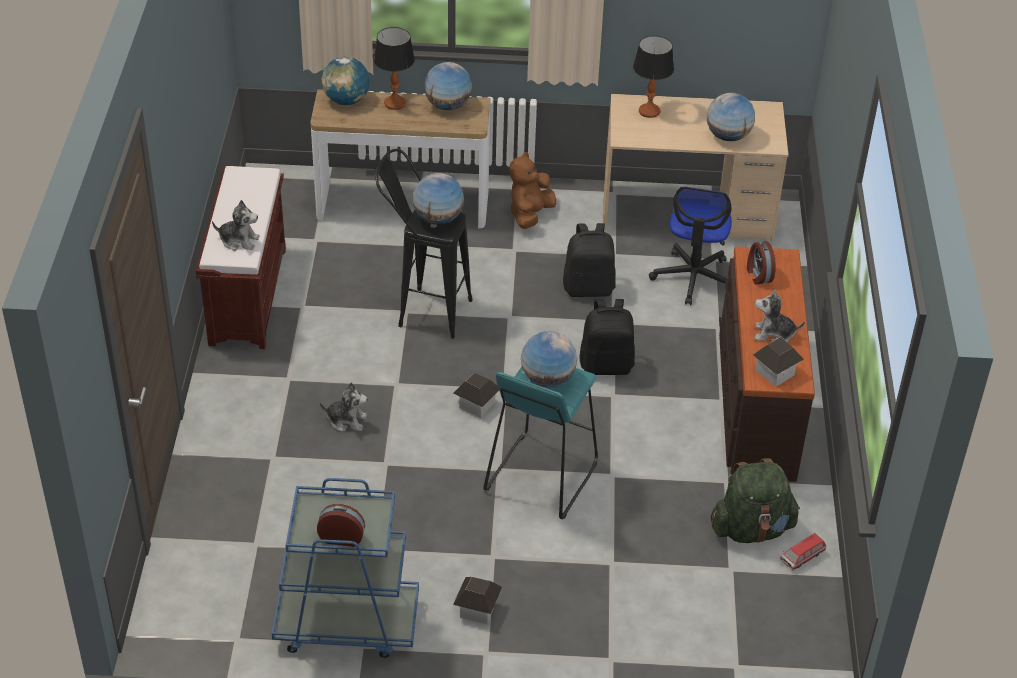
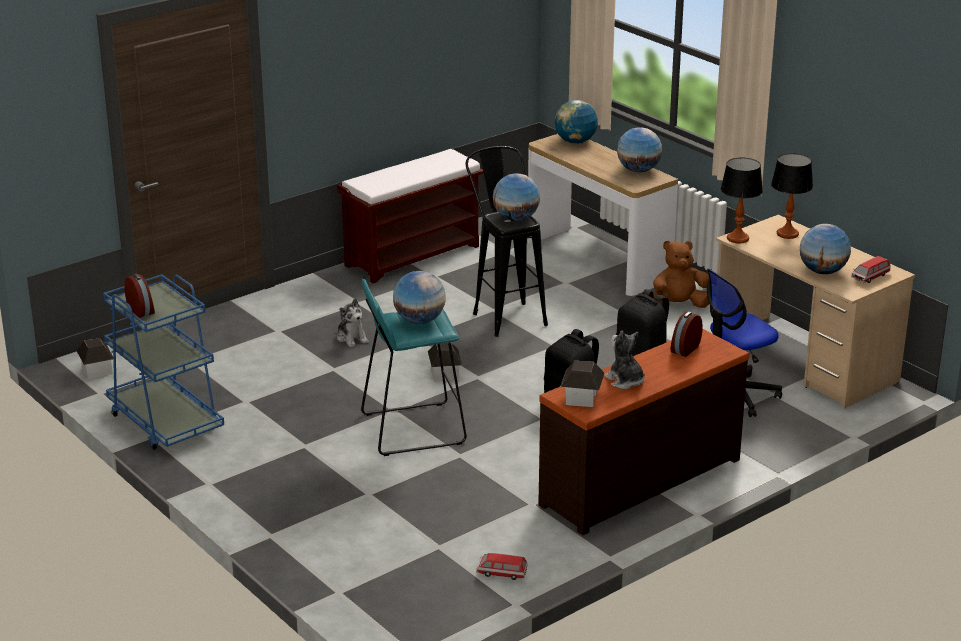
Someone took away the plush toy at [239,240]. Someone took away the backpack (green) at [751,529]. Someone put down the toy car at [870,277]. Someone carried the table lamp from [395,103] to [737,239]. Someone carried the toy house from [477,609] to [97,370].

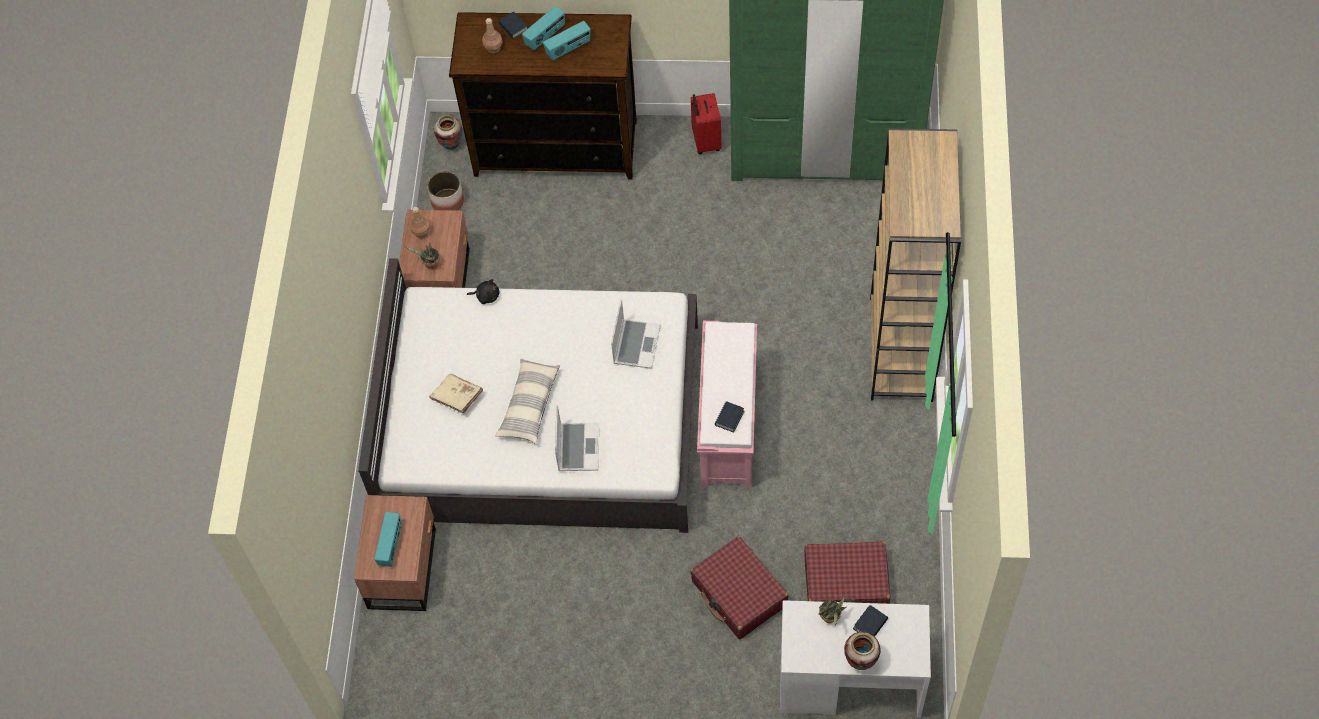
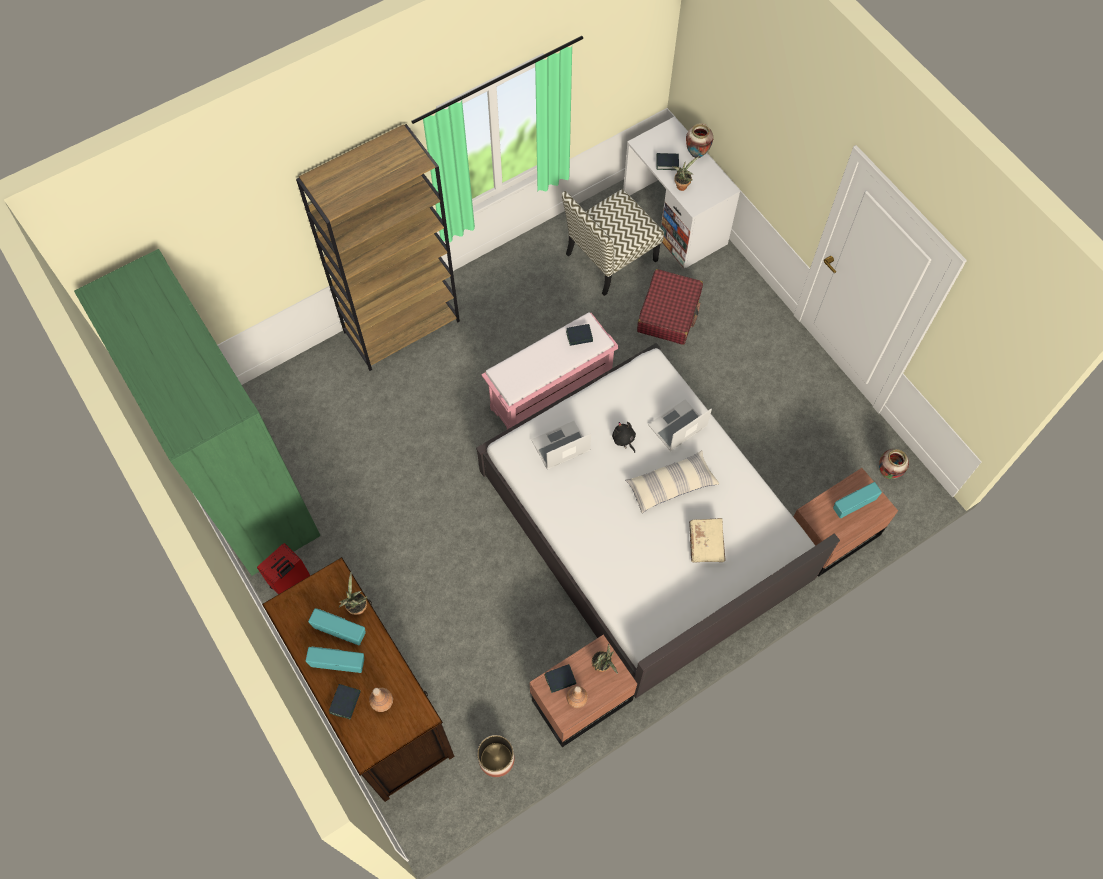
Someone put down the potted plant at [357,606]. Someone put down the book at [560,679]. Someone carried the vase from [451,146] to [887,473]. Someone carried the plush toy (black) from [486,296] to [624,439]. Someone swapped the suitcase (red) at [846,582] for the chair at [610,258].

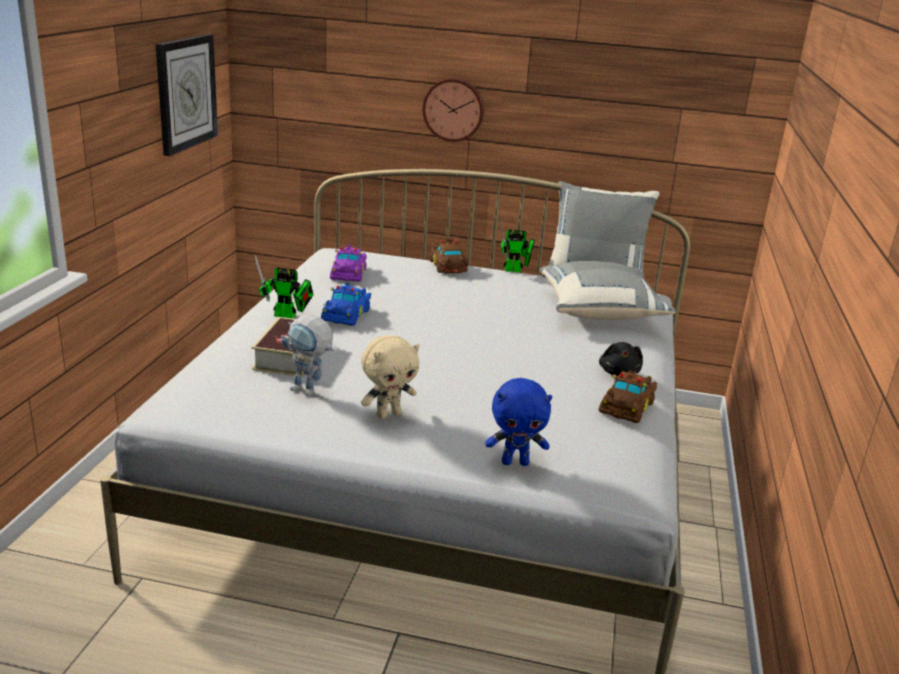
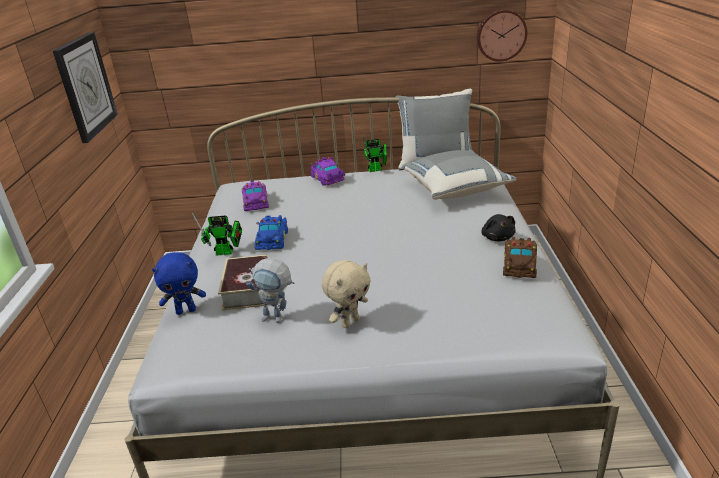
Someone carried the wall clock from [454,109] to [501,35]. Someone carried the plush toy (blue) from [515,462] to [186,310]. Someone repainted the toy car (brown) at [447,267], which became the toy car (purple) at [327,179].

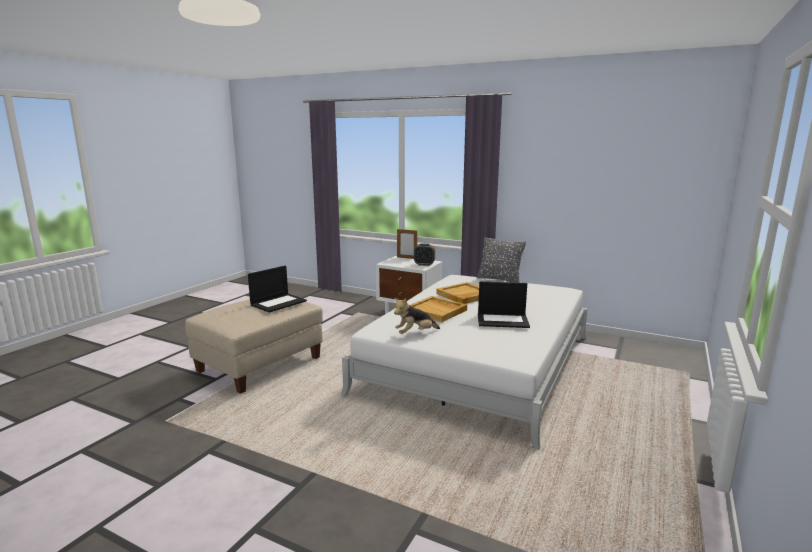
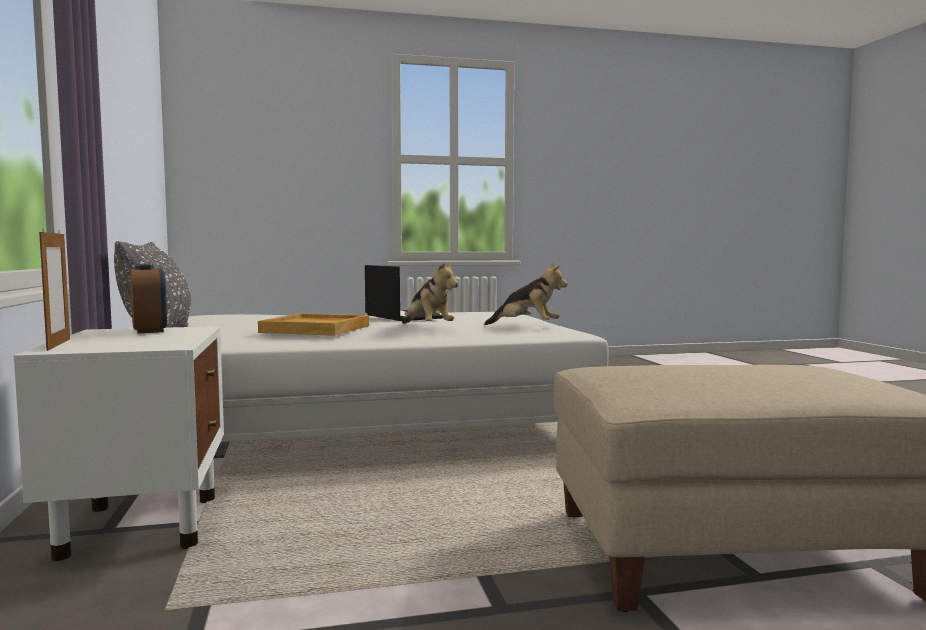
Someone took away the laptop at [278,303]. Someone swapped the tray (beige) at [437,311] for the plush toy at [427,327].

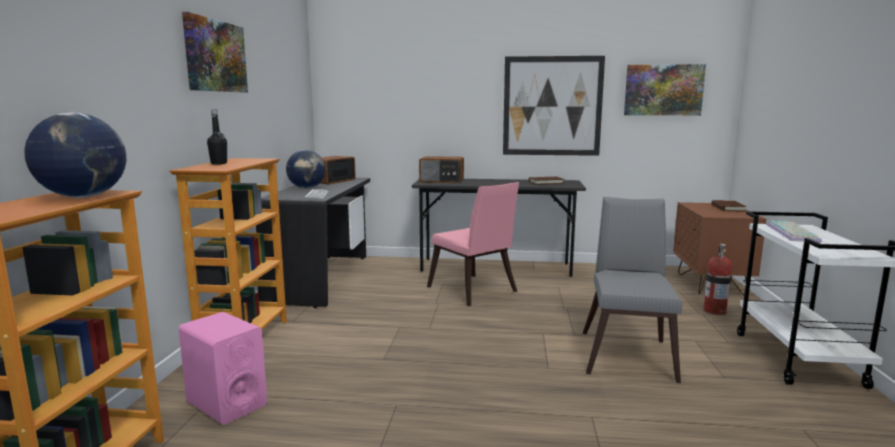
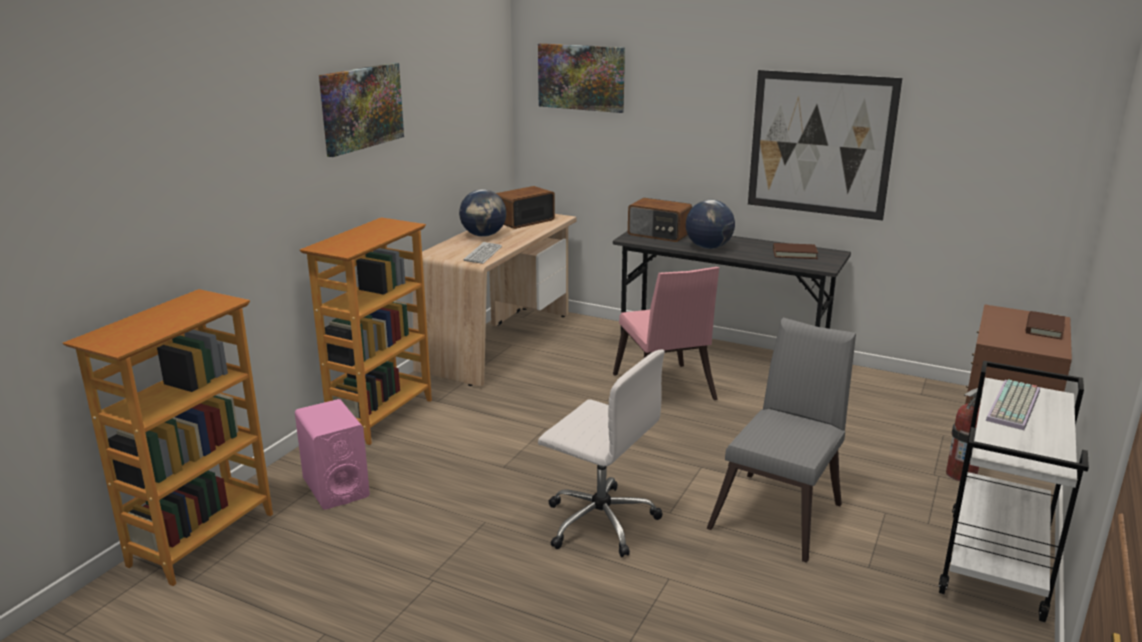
Someone took away the bottle (black) at [219,163]. Someone put down the office chair (white) at [599,521]. Someone carried the globe from [84,197] to [709,247]. Someone carried the picture from [663,90] to [581,77]. Someone repainted the desk (black) at [323,278], which became the desk (beige) at [500,343].

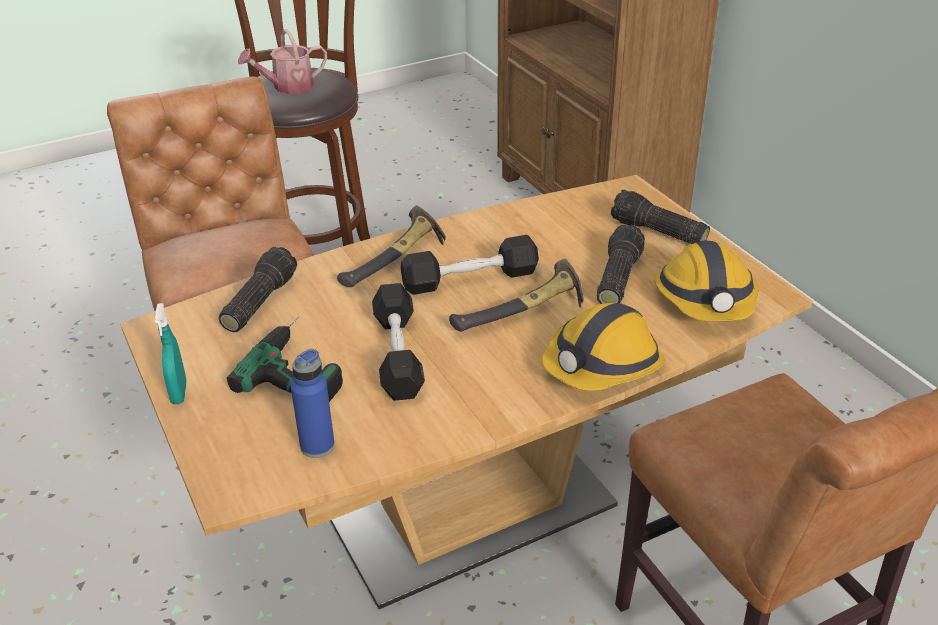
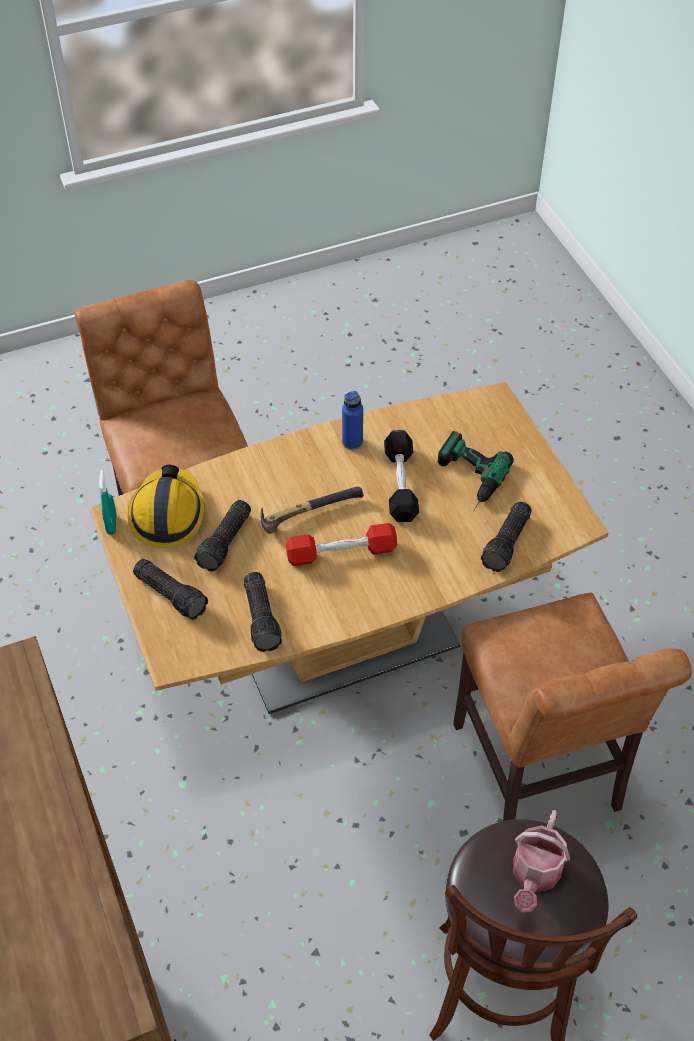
Someone took away the hammer at [397,260]. Someone took away the hard hat at [602,365]. Someone put down the flashlight at [263,618]. Someone carried the spray bottle (turquoise) from [179,393] to [112,525]. Someone carried the bottle (blue) from [317,446] to [352,442]. Someone repainted the dumbbell (black) at [470,279], which became the dumbbell (red) at [341,553]. Someone rotated the watering can at [287,87] by 135 degrees clockwise.

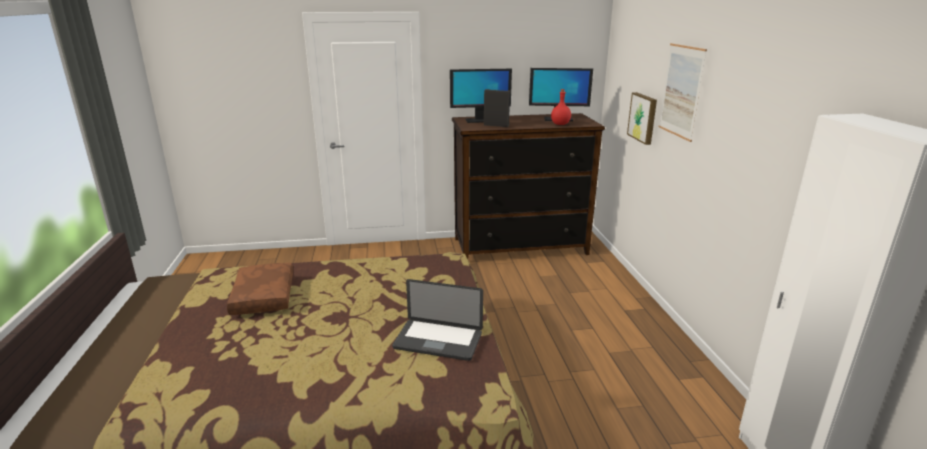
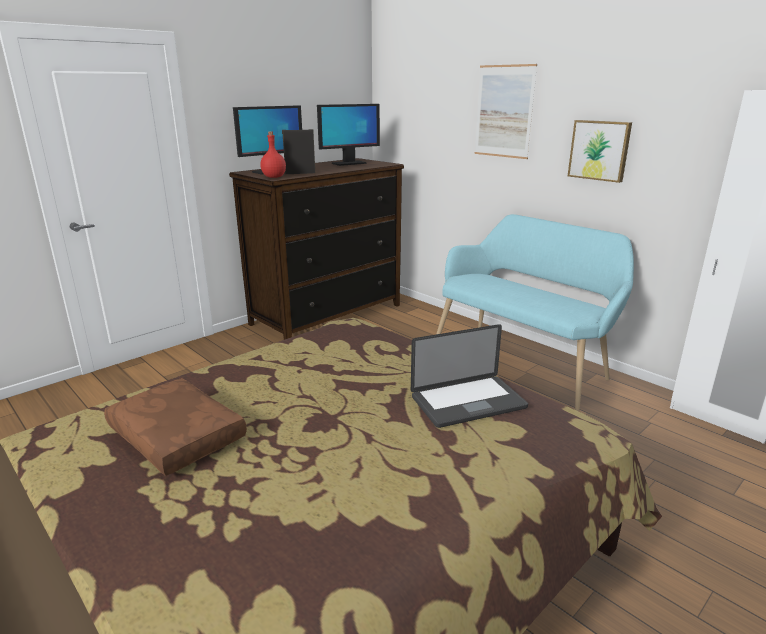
Someone put down the bench (turquoise) at [523,362]. Someone carried the bottle (red) from [560,124] to [273,177]. Someone carried the picture from [643,117] to [599,150].

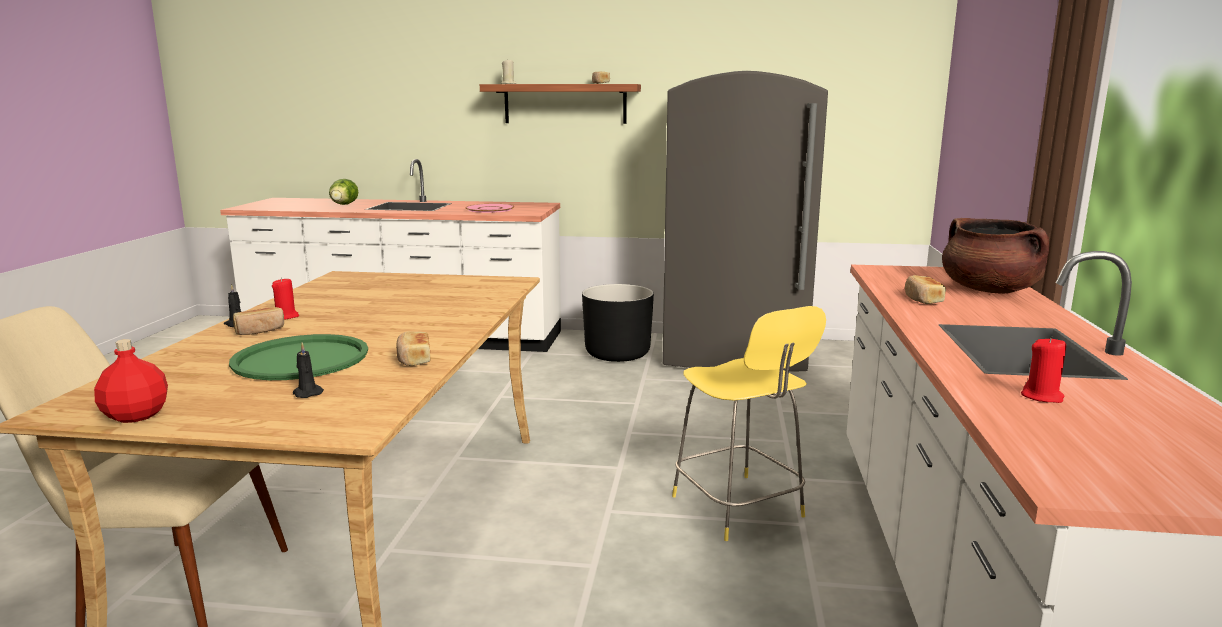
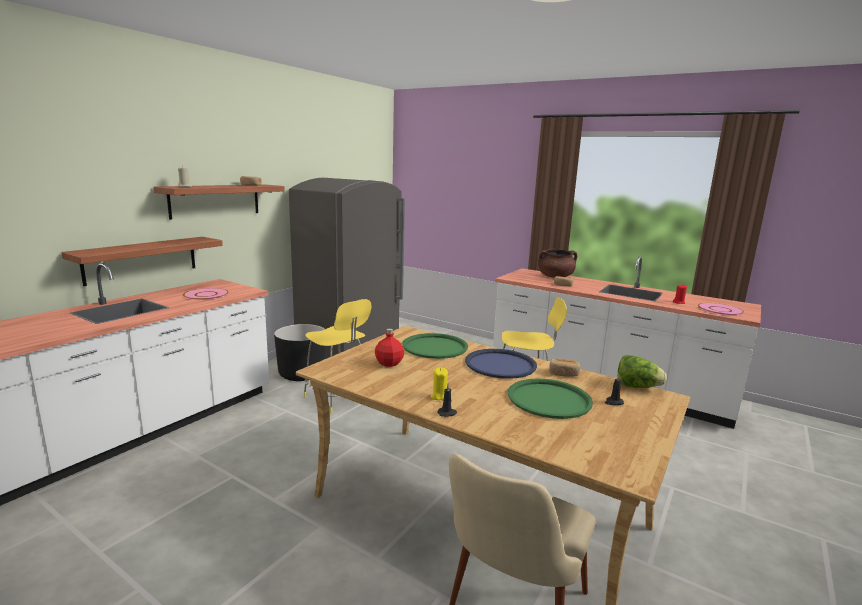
Someone took away the bread at [260,330]. Someone put up the shelf at [141,260]. Someone put down the stool (yellow) at [337,399]. Someone put down the tray (green) at [435,347]. Someone put down the tray (blue) at [500,364]. Someone put down the plate (pink) at [720,310]. Someone carried the bottle (red) from [136,416] to [389,363]. Someone carried the lettuce from [343,205] to [637,387]. Someone repainted the candle (red) at [286,317], which became the candle (yellow) at [439,396].

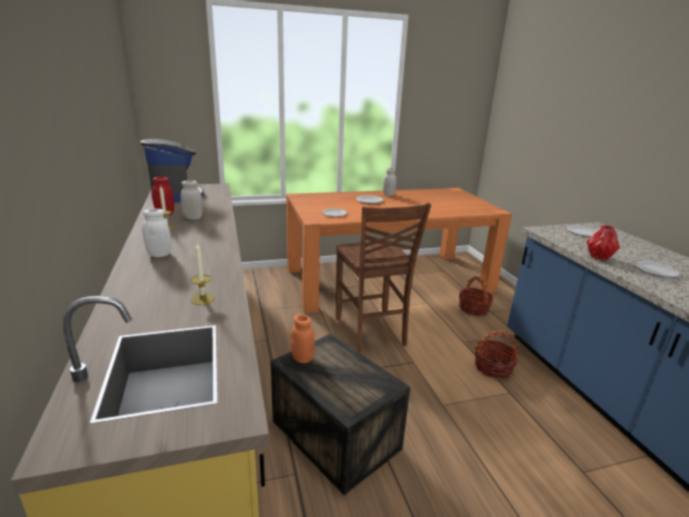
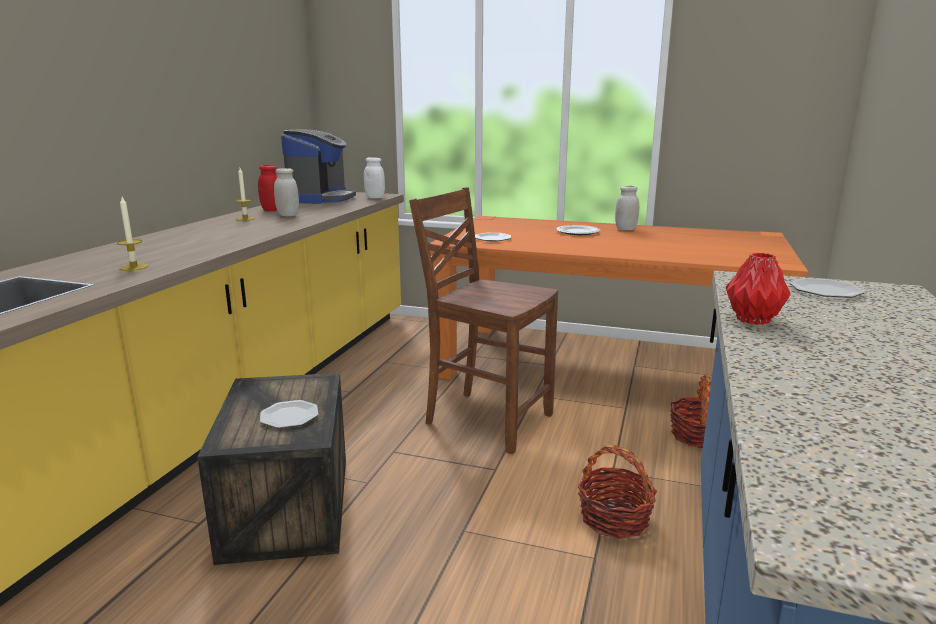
Someone took away the jar (orange) at [302,358]. Someone carried the jar (white) from [159,254] to [375,197]. Someone carried the plate from [656,270] to [290,416]. Someone rotated the chair (brown) at [371,332] by 105 degrees clockwise.

